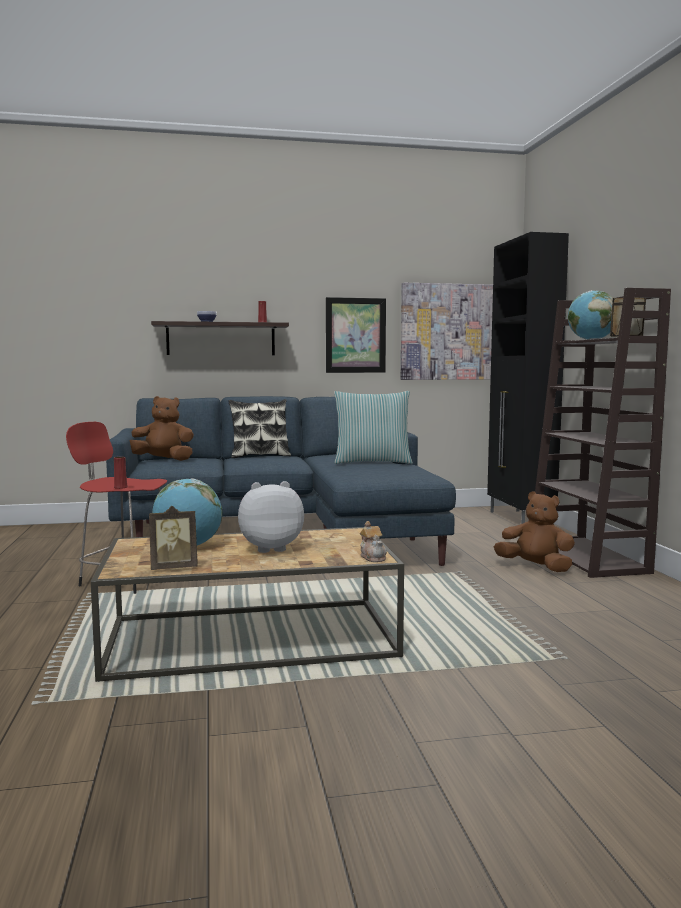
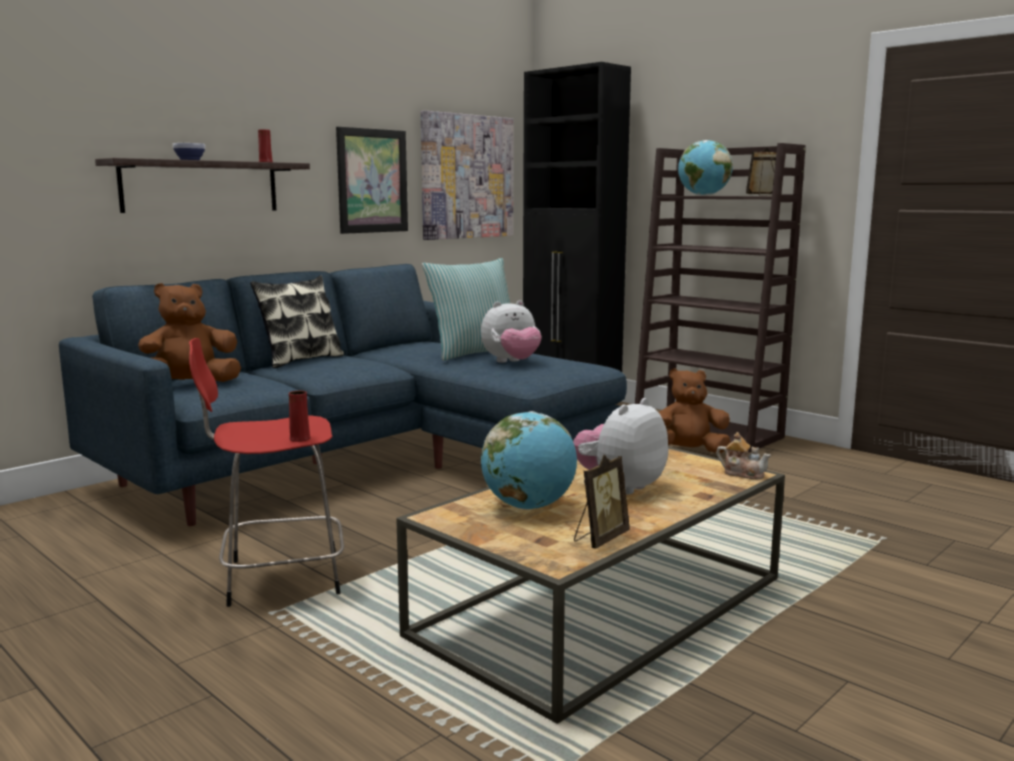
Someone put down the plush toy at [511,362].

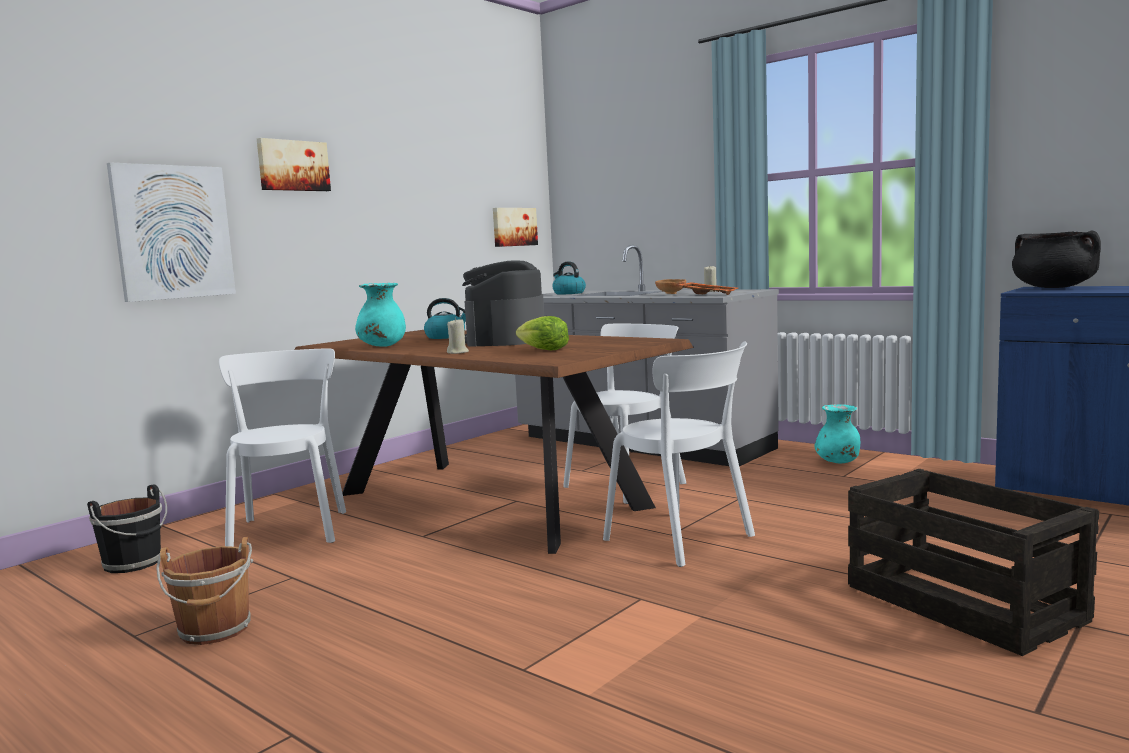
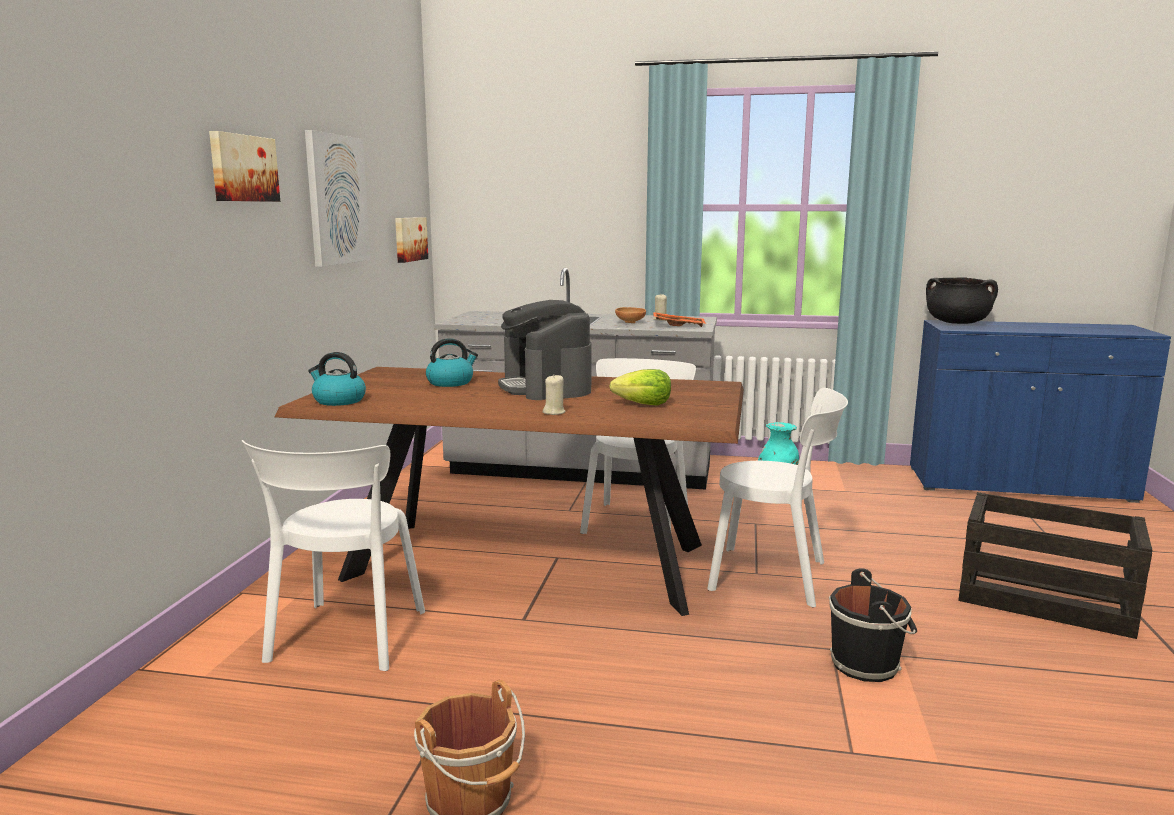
Someone took away the vase (turquoise) at [382,346]. Someone carried the bucket (black) from [135,563] to [867,664]. Someone carried the picture from [173,232] to [336,200]. Someone carried the kettle from [568,293] to [338,401]. Someone rotated the chair (white) at [290,529] by 135 degrees counterclockwise.

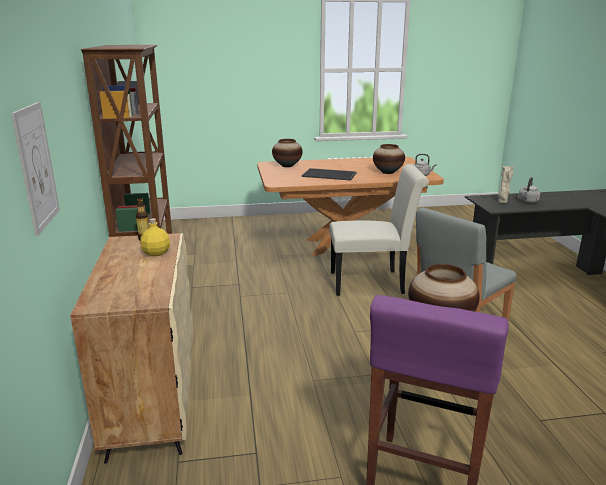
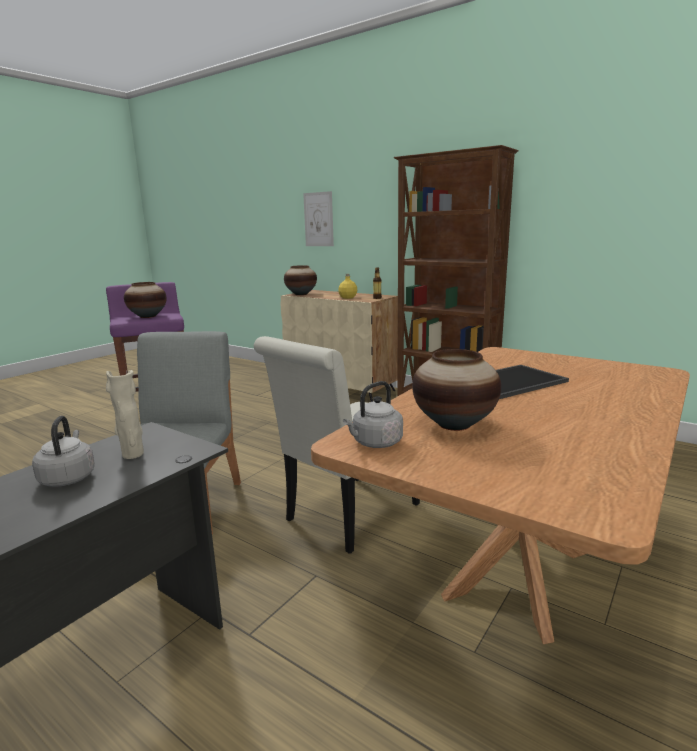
Someone carried the vase from [287,166] to [301,294].

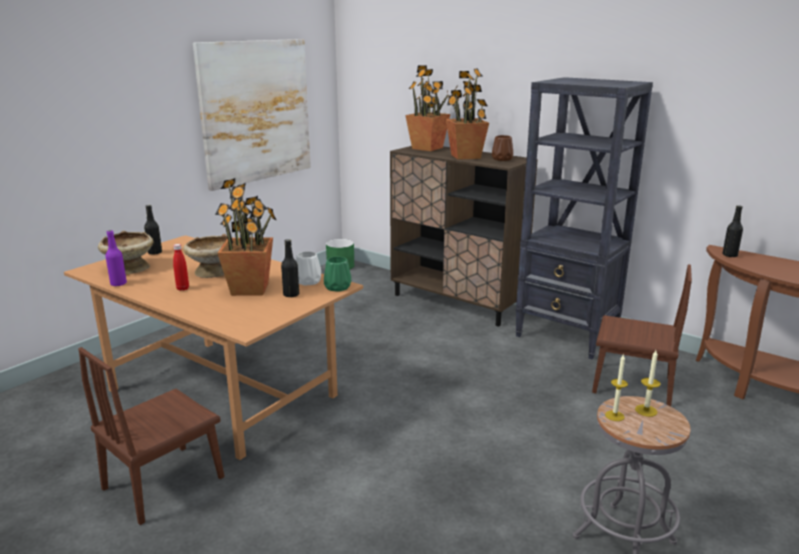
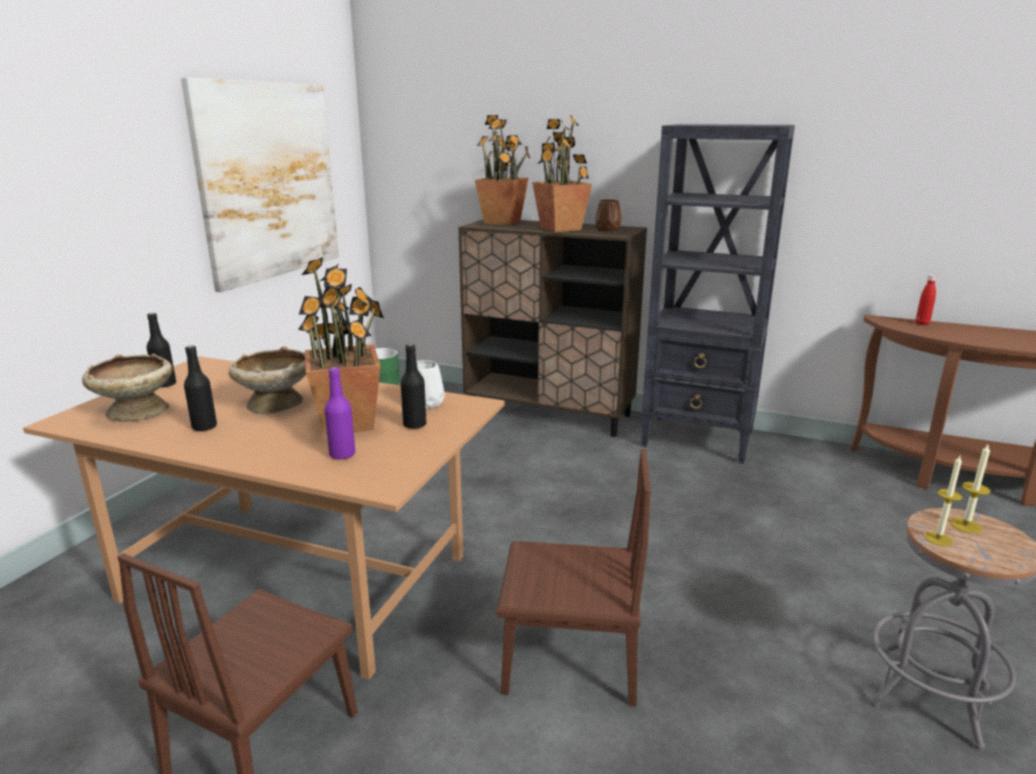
Someone took away the vase (green) at [337,288]. Someone carried the bottle (purple) from [118,284] to [342,454]. Someone carried the bottle (red) from [182,288] to [922,324]. Someone carried the chair (brown) from [632,385] to [570,660]. Someone carried the bottle (black) from [729,255] to [204,427].

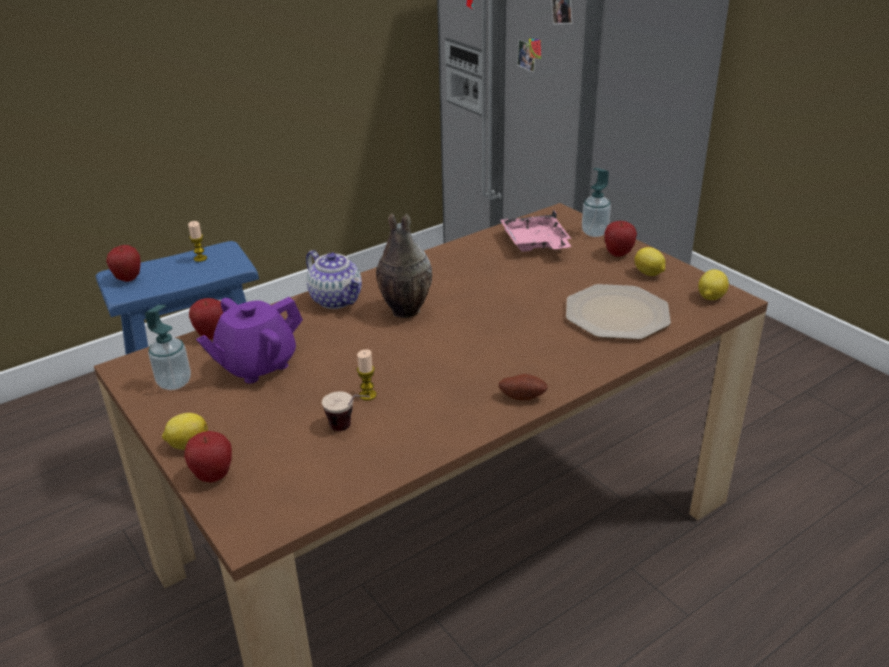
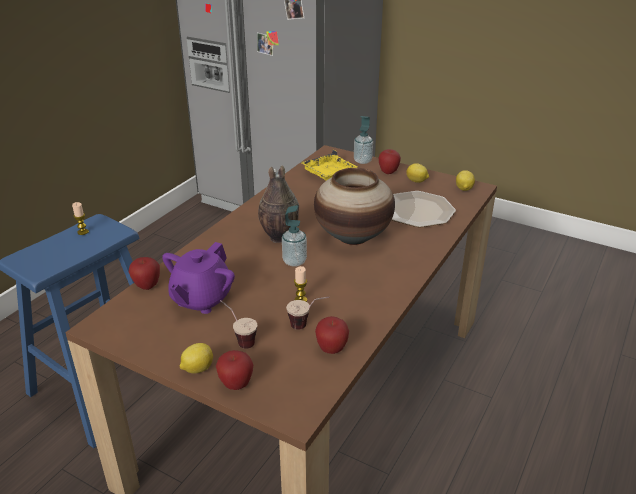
Someone took away the teapot at [337,299]. Someone took away the potato at [522,396]. Someone put down the cup at [239,339]. Someone put down the vase at [352,237]. Someone carried the apple from [128,278] to [331,349]. Someone carried the soap dispenser from [174,382] to [294,261]. Someone repainted the tray (pink) at [535,244], which became the tray (yellow) at [331,175].

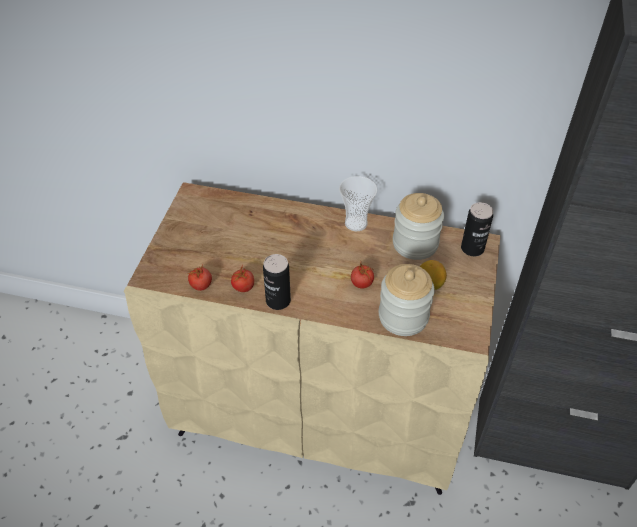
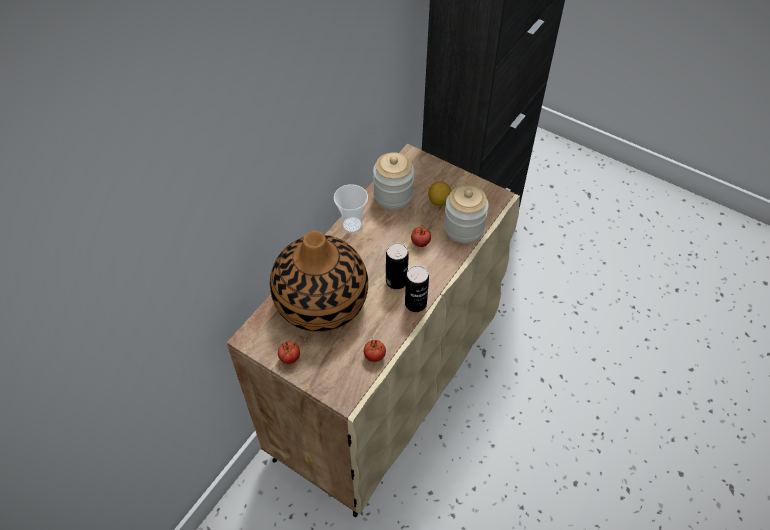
Someone put down the vase at [321,302]. Someone carried the tomato from [243,287] to [290,358]. Someone carried the can from [472,248] to [396,281].

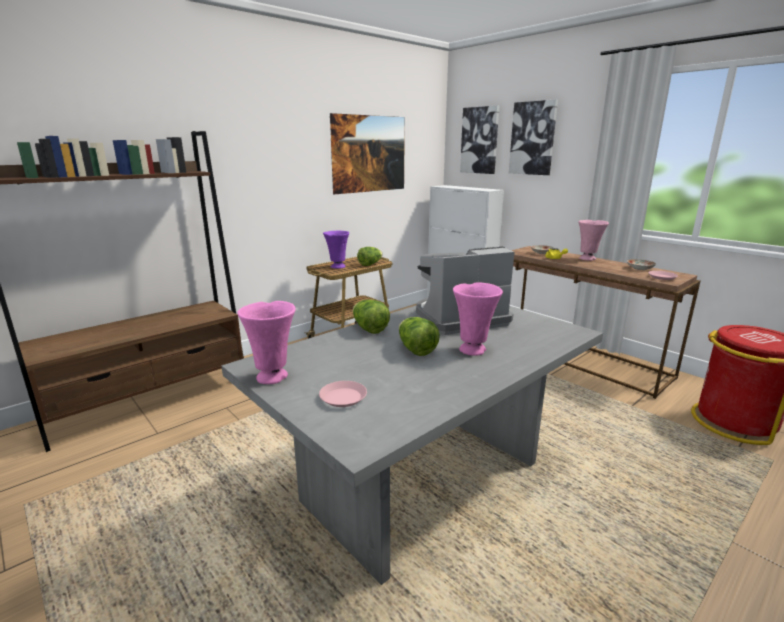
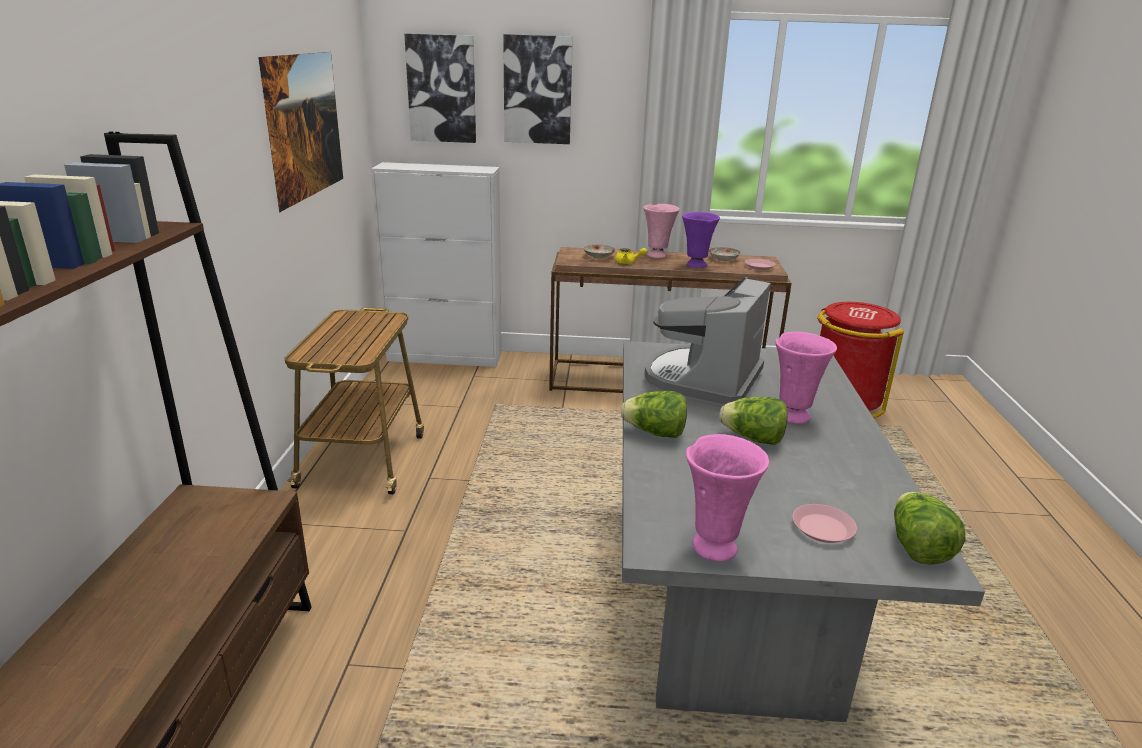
Someone carried the vase (purple) from [337,267] to [695,265]. Someone carried the lettuce from [370,264] to [917,547].

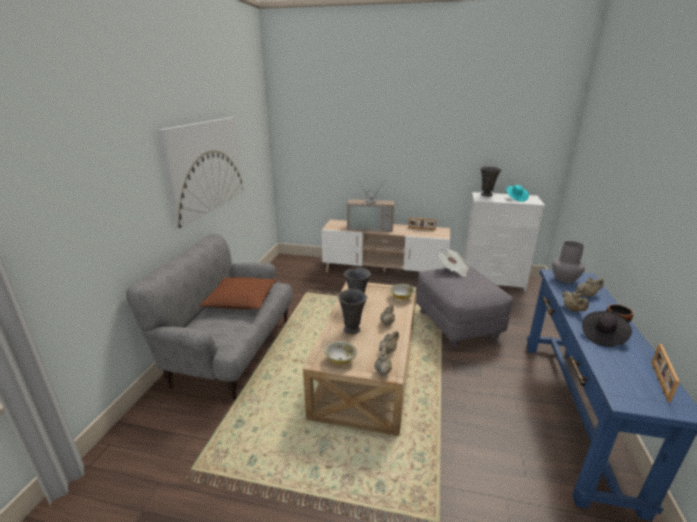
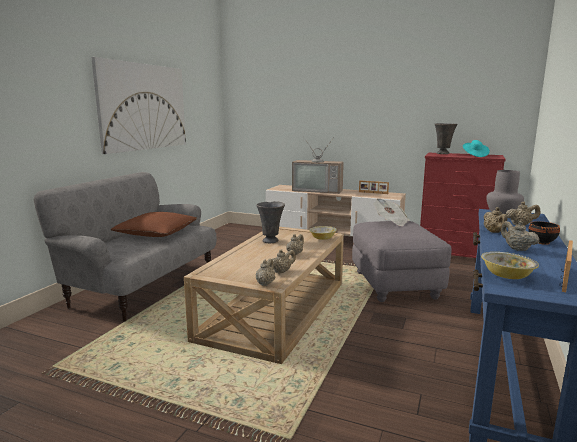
Someone took away the vase (grey) at [352,330]. Someone carried the bowl from [340,359] to [507,276]. Someone swapped the hat (black) at [602,336] for the teapot (beige) at [516,249]. Someone repainted the dresser (white) at [493,281], which became the dresser (red) at [455,254].

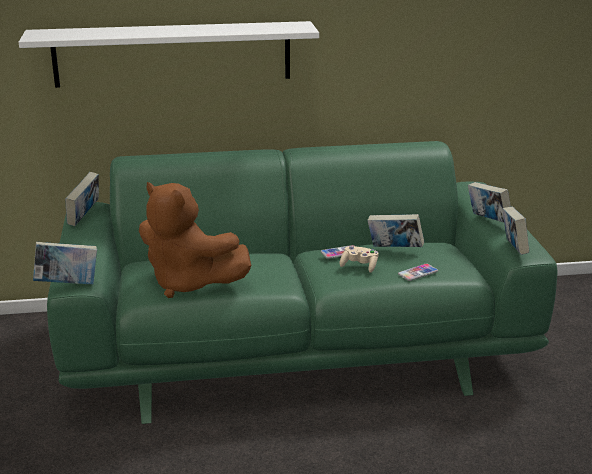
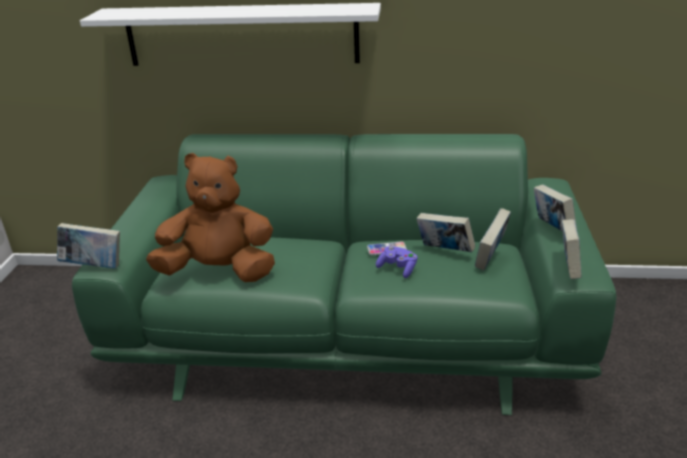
Someone took away the phone at [418,273]. Someone carried the book from [84,217] to [490,258]. Someone repainted the game controller (beige) at [359,266], which became the game controller (purple) at [397,268]. Someone rotated the plush toy (brown) at [189,283] by 135 degrees clockwise.

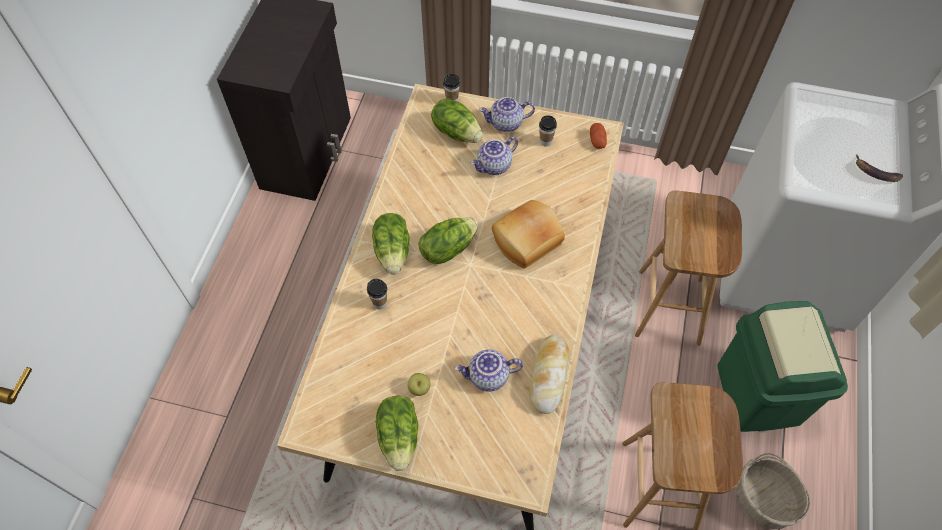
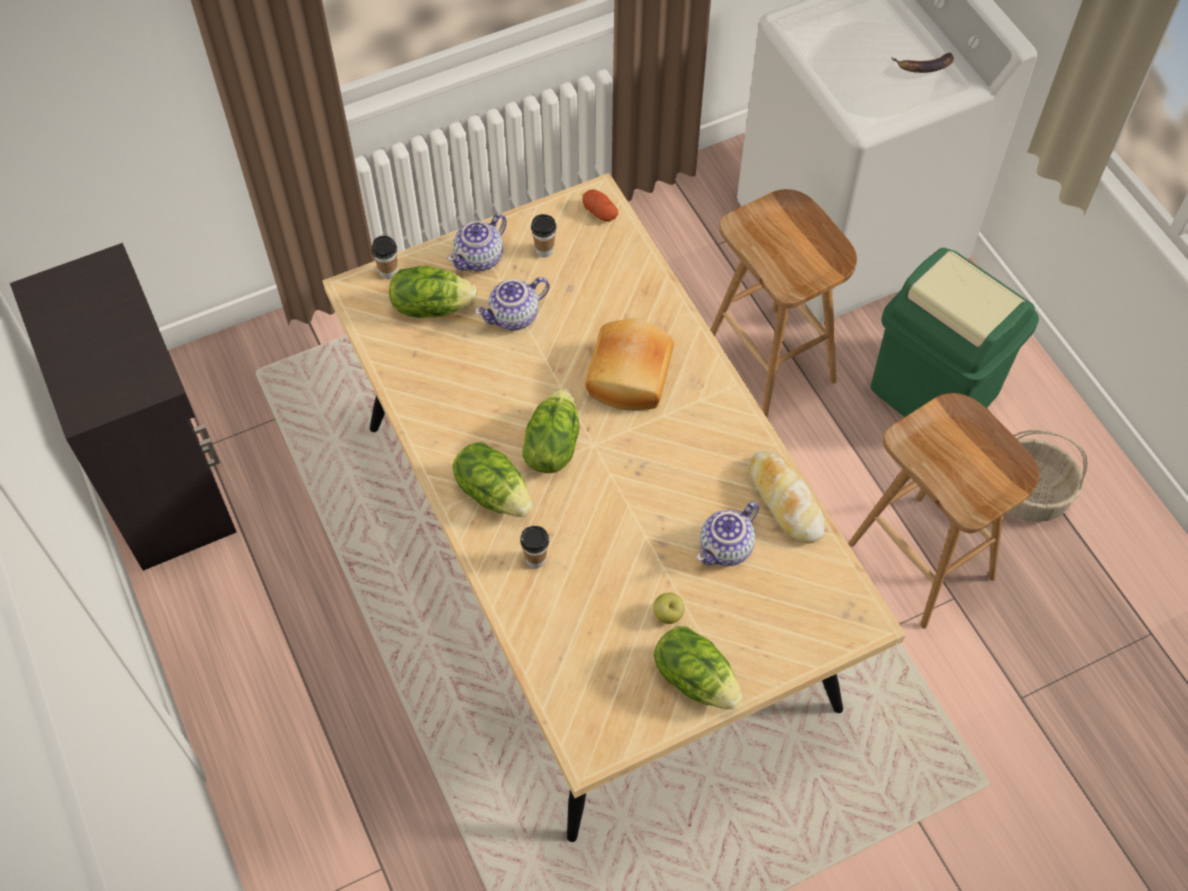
Someone rotated the teapot at [494,166] by 45 degrees clockwise.

